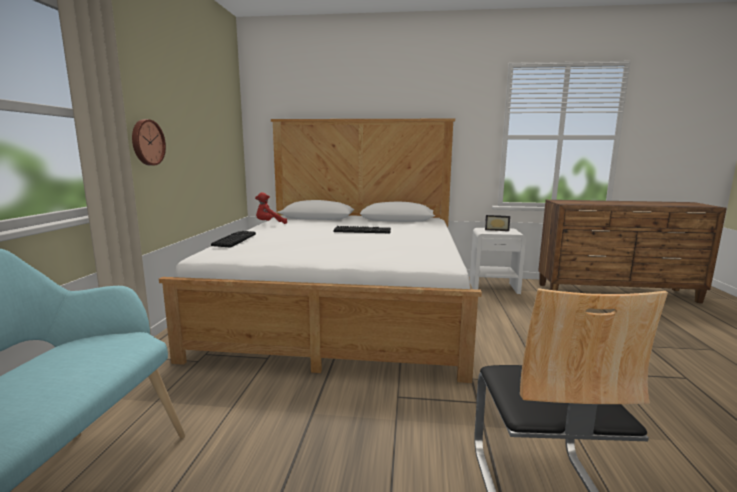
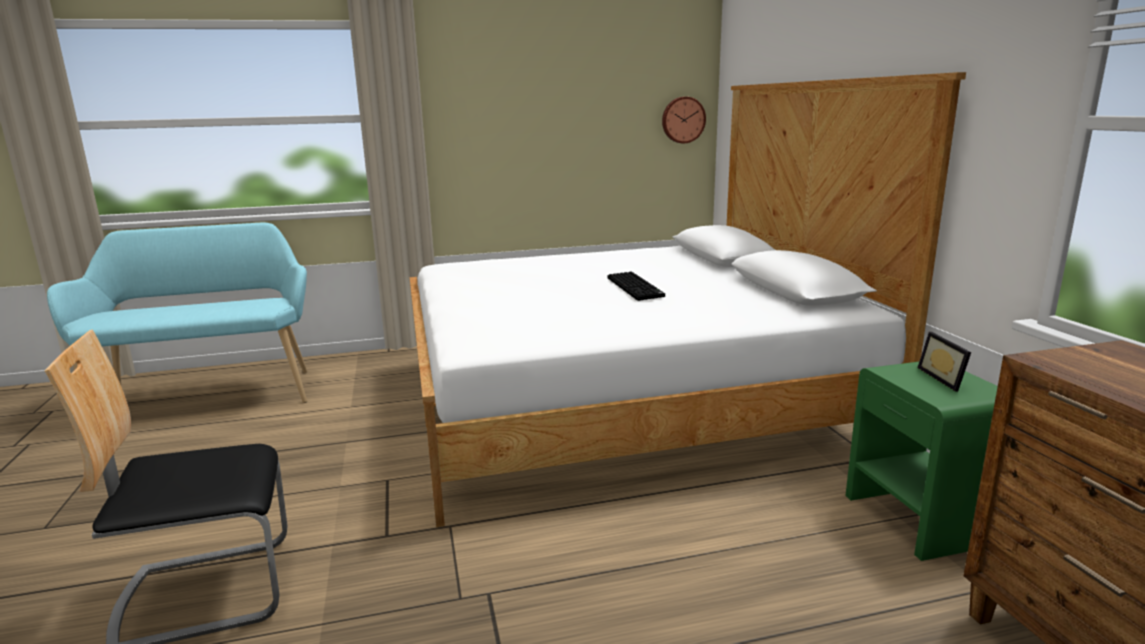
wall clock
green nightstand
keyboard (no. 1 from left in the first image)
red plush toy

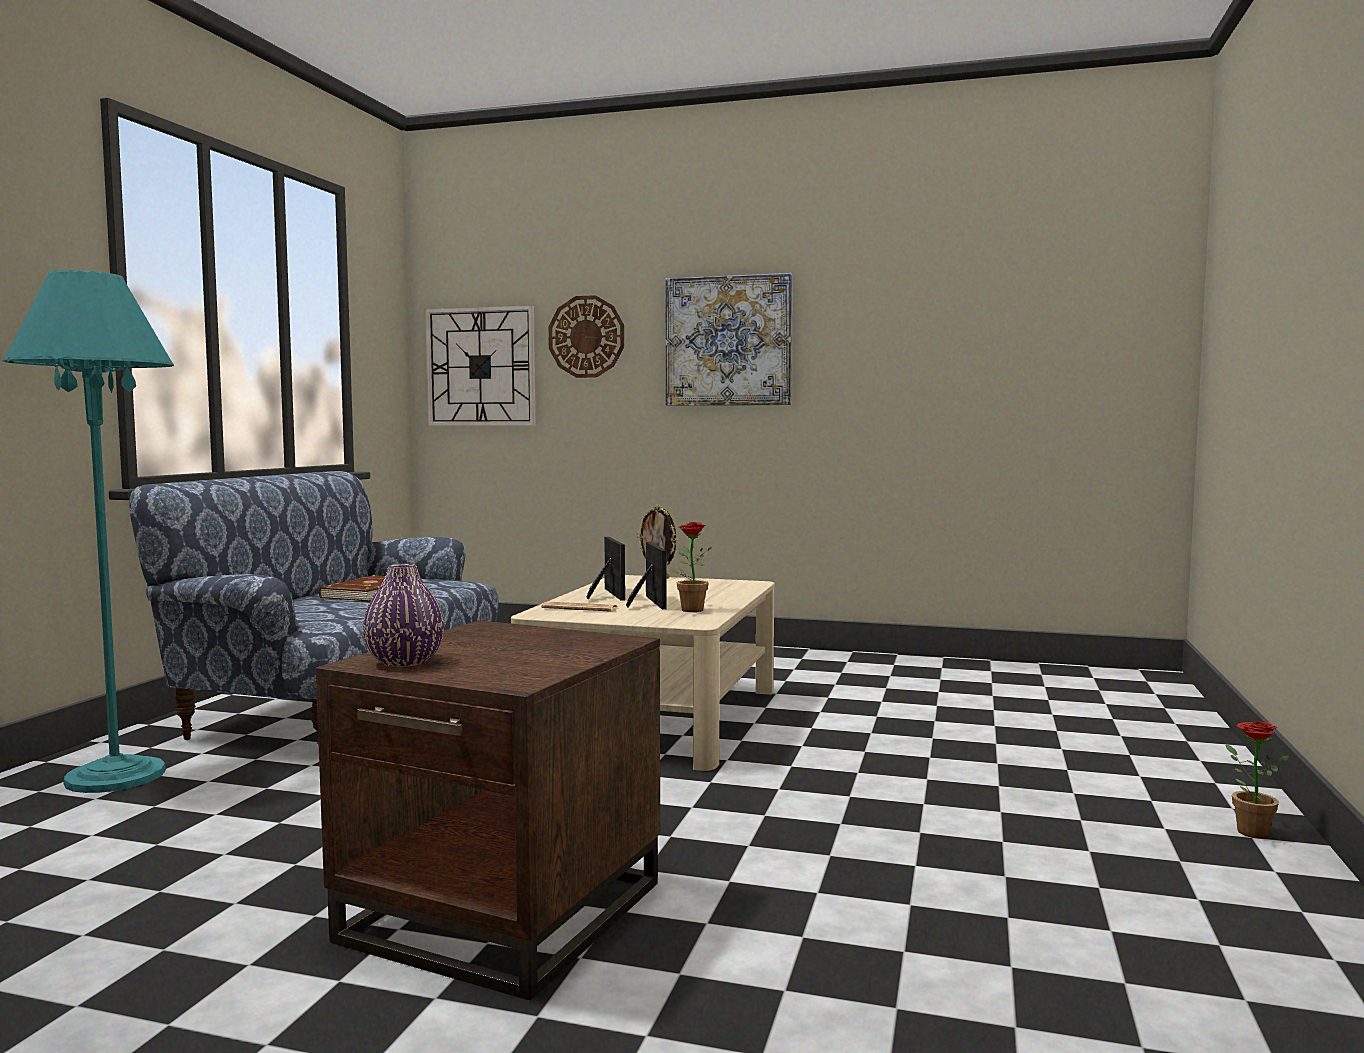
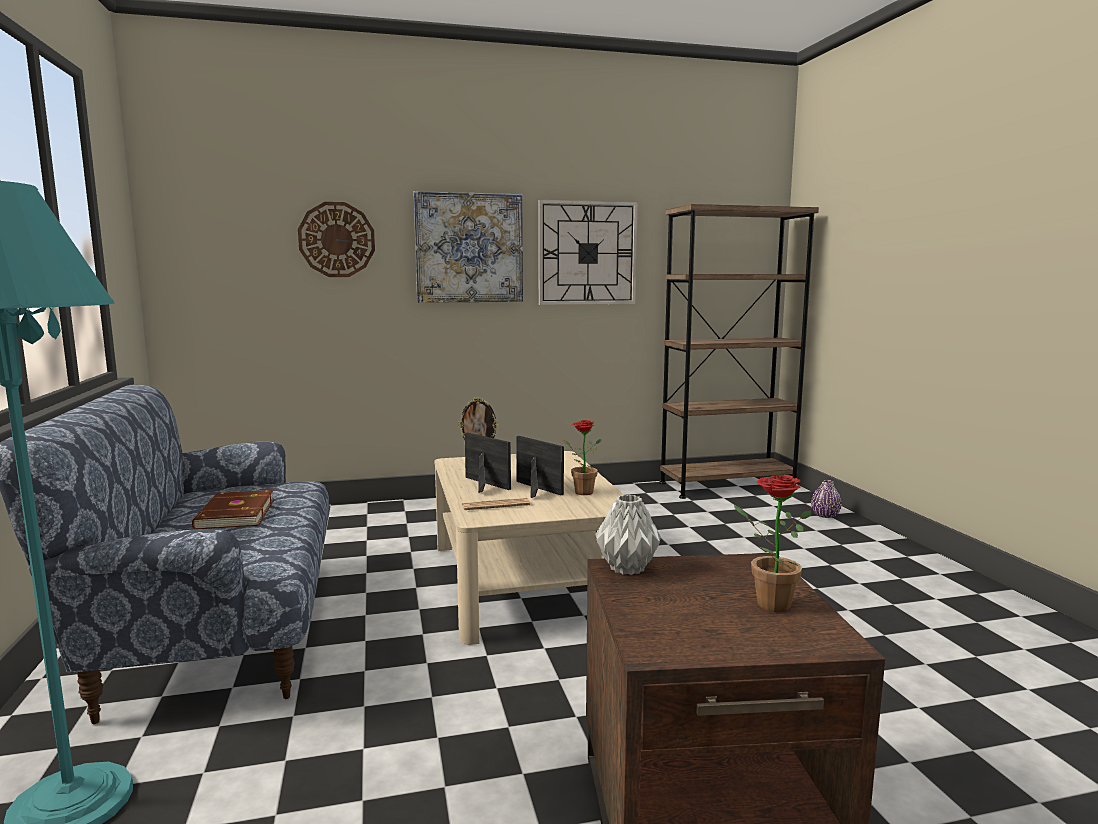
wall clock (no. 2 from left)
grey vase
brown bookcase
potted plant (no. 2 from left)
purple vase

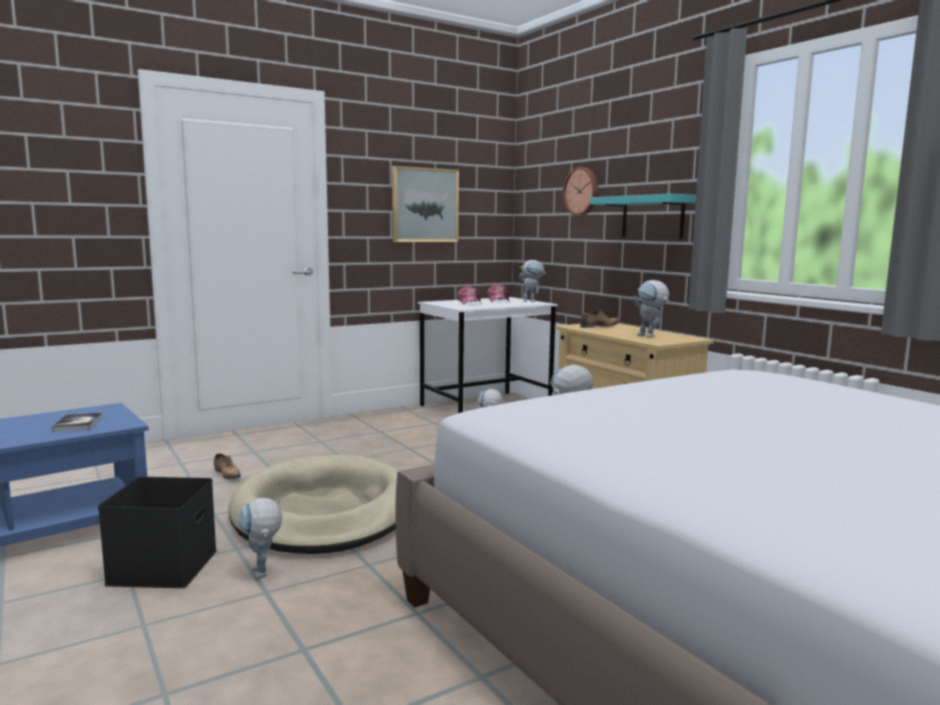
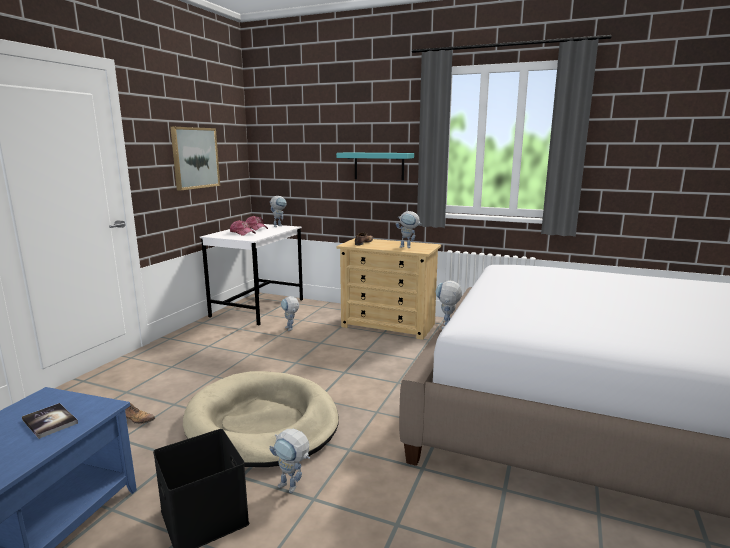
wall clock

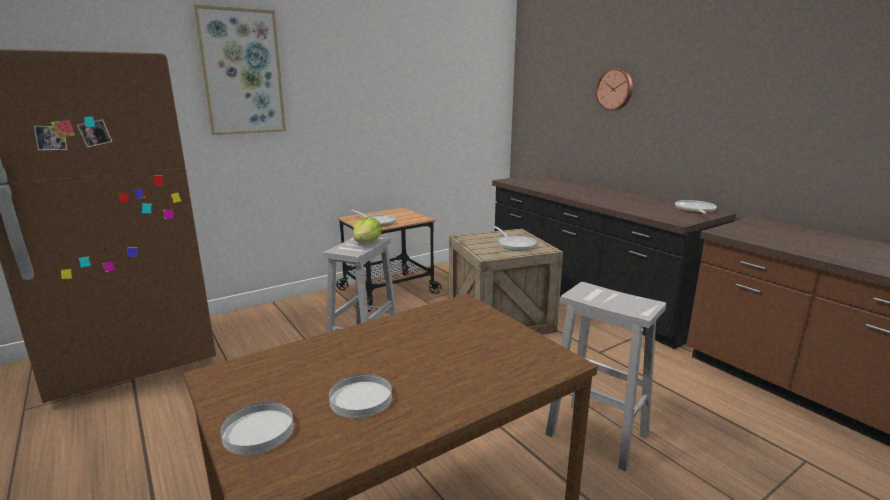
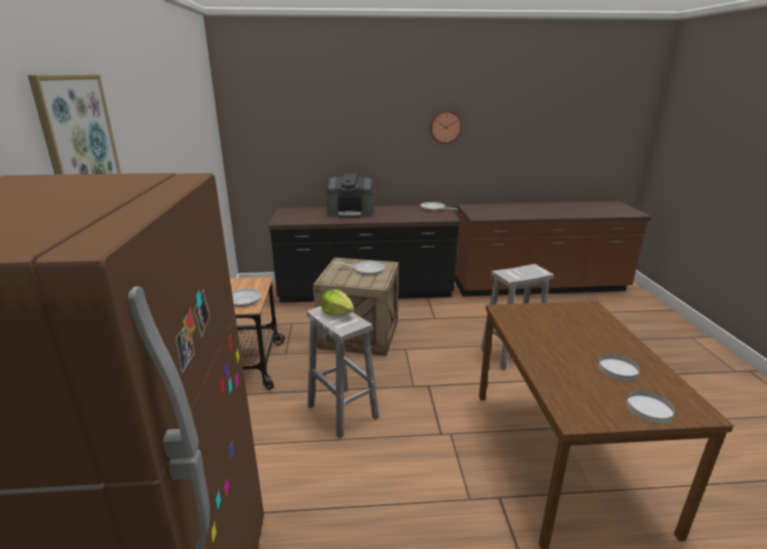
coffee machine
wall clock

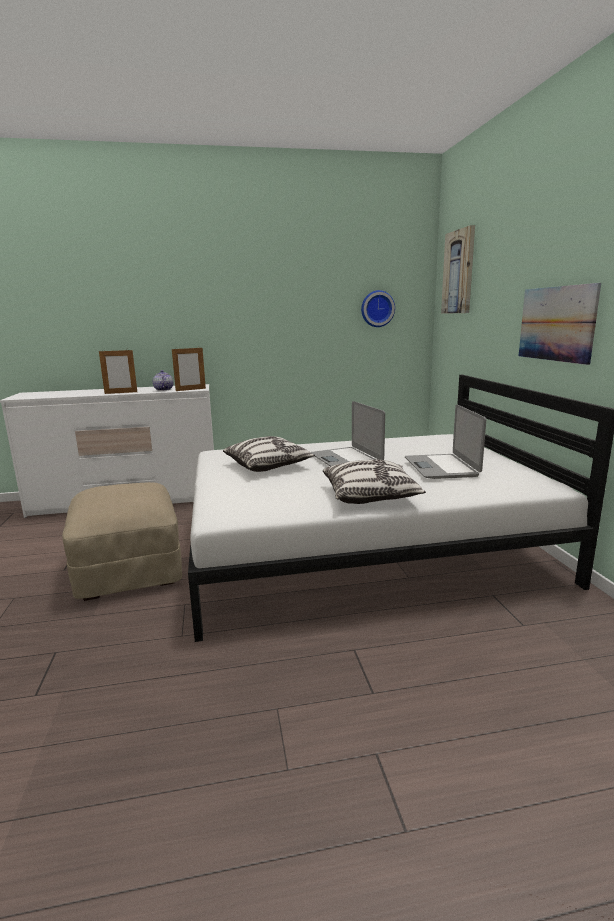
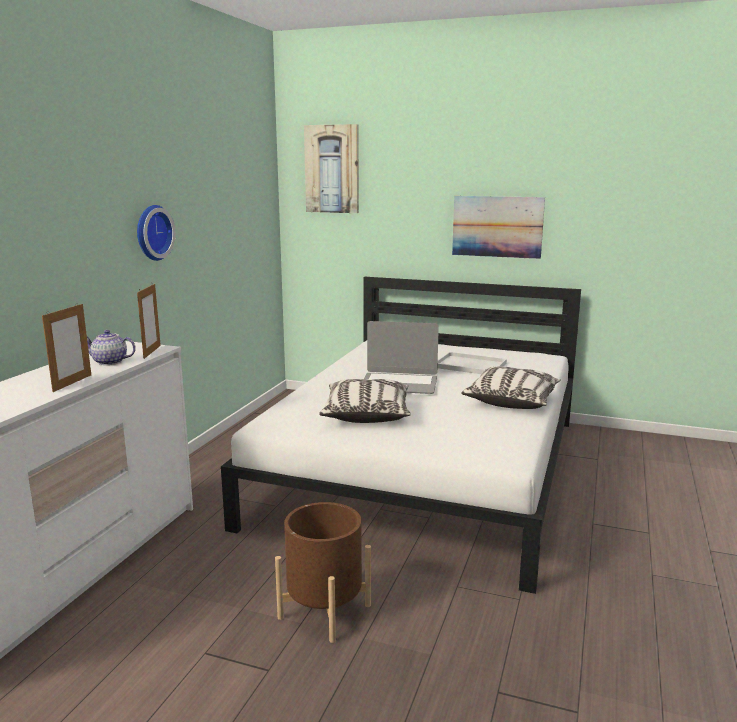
wall clock
brown planter
white tray

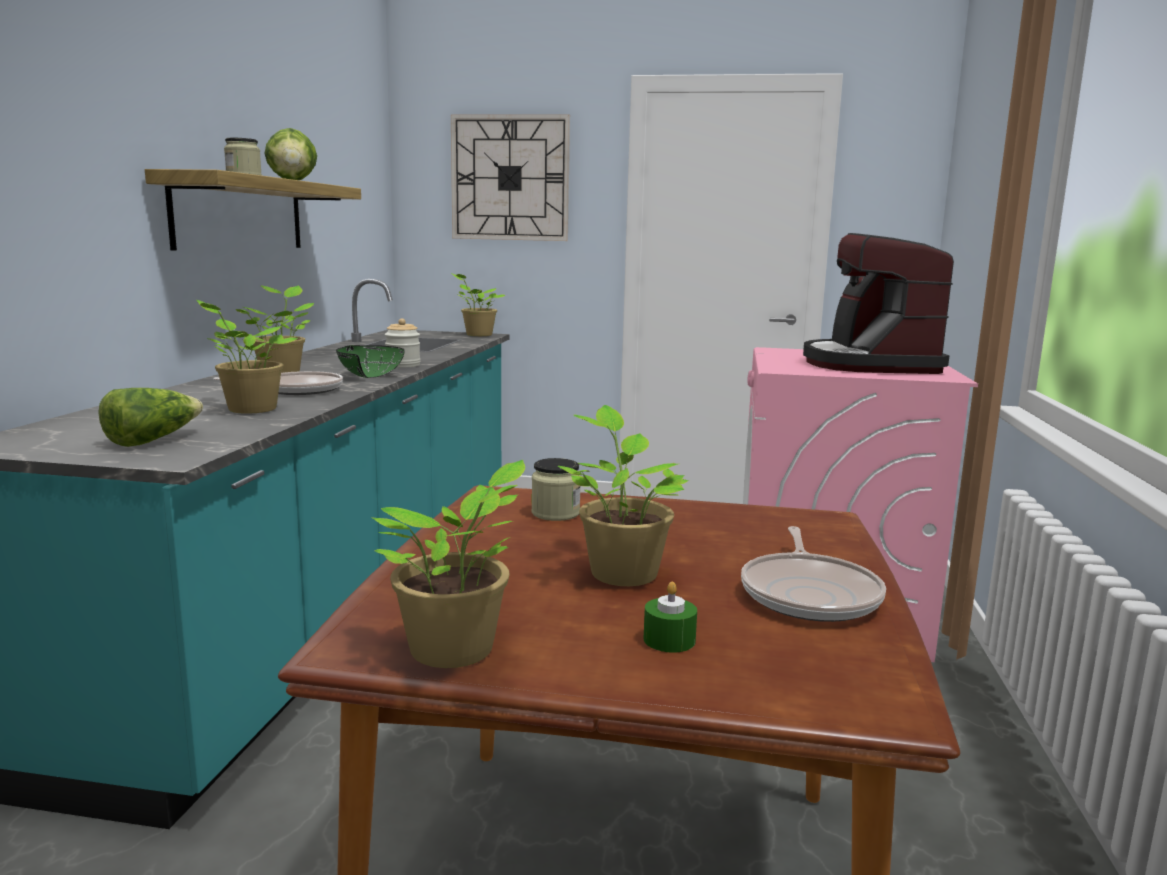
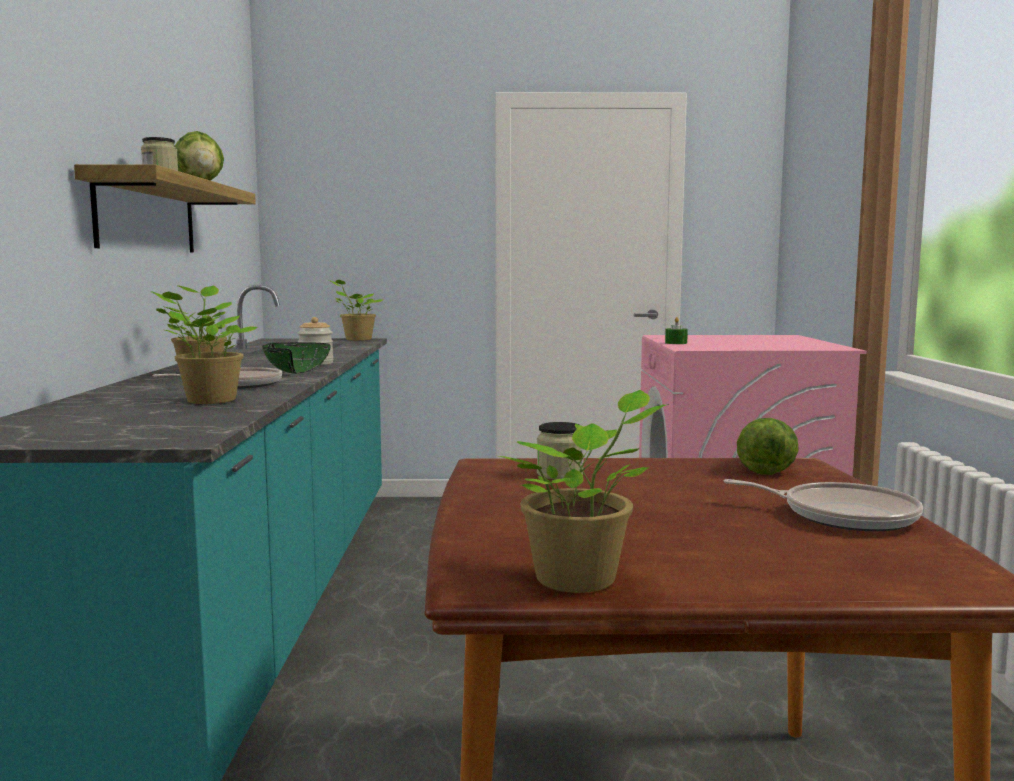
green candle
frying pan (no. 2 from left)
lettuce (no. 2 from left)
wall clock
potted plant (no. 5 from left in the first image)
coffee machine

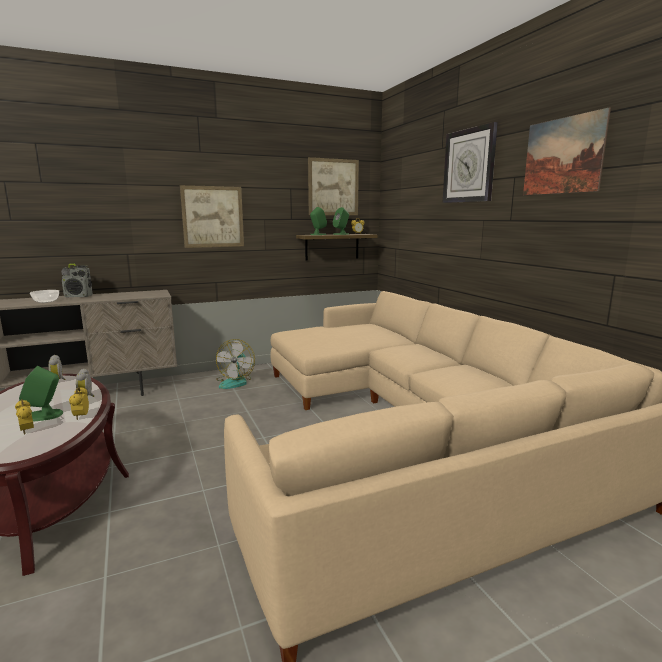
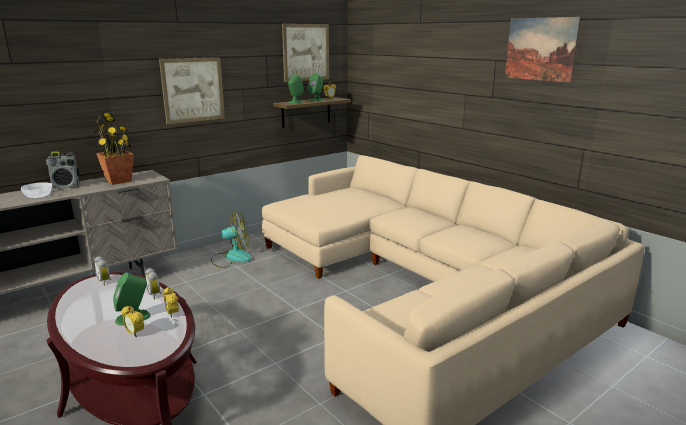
potted plant
fan
wall clock

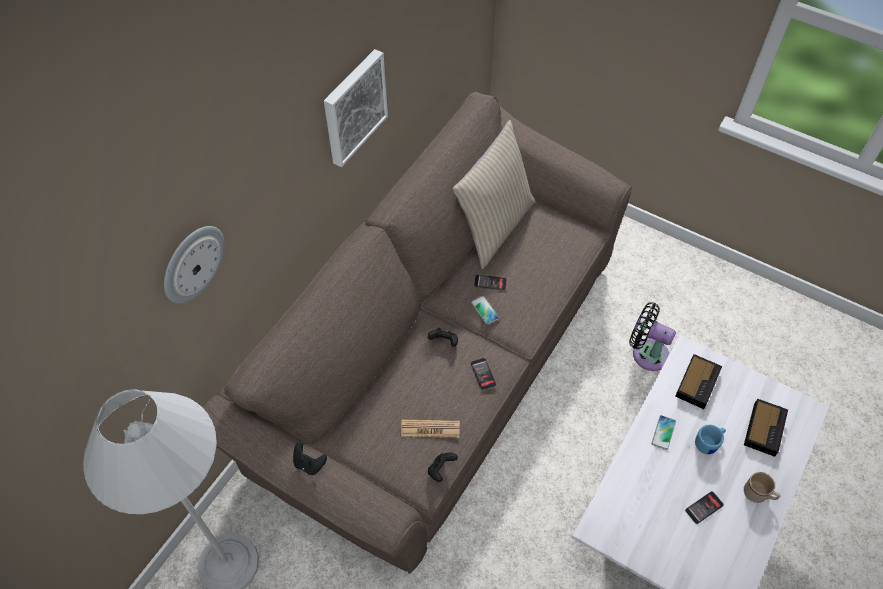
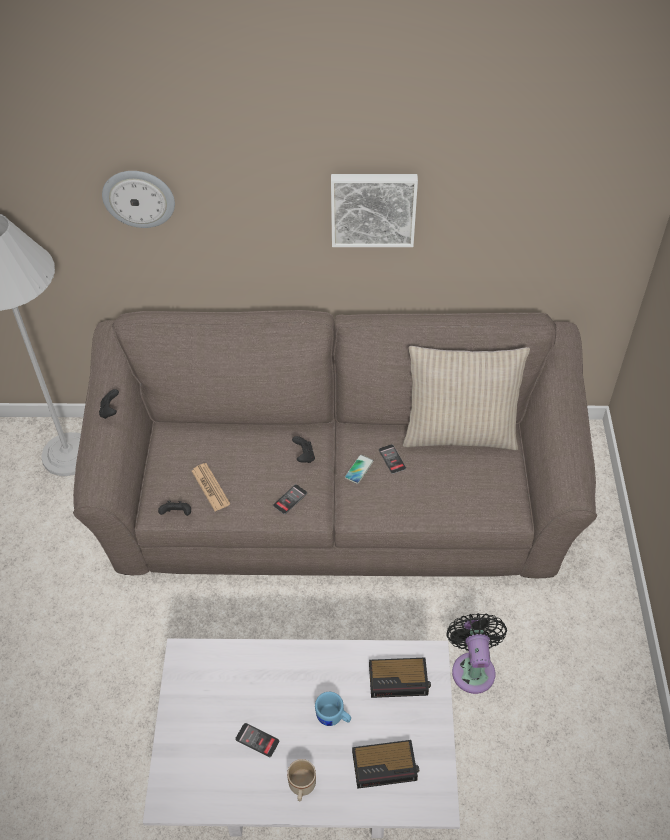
phone (no. 4 from left in the first image)

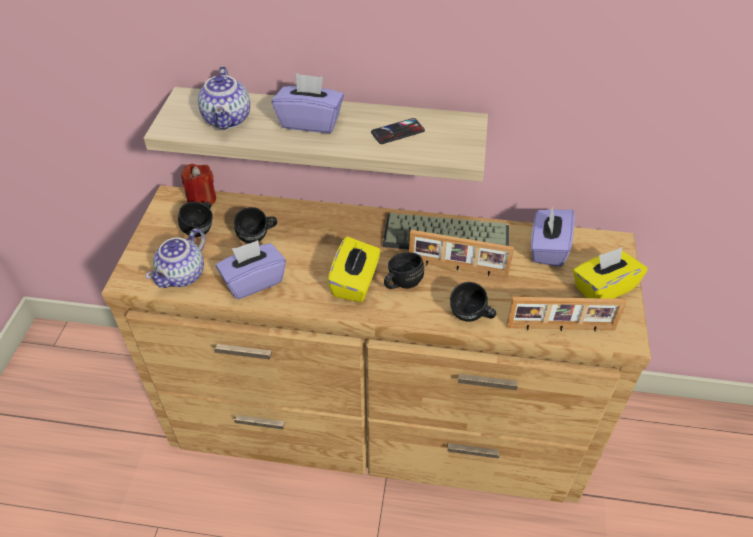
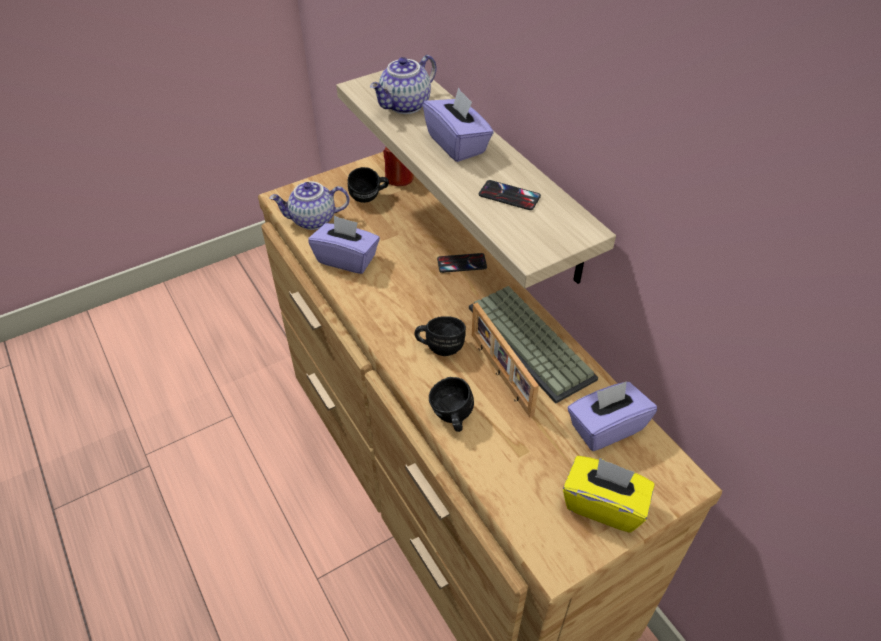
phone (no. 1 from left)
black mug (no. 2 from left in the first image)
yellow tissue box (no. 1 from left in the first image)
picture frame (no. 2 from left in the first image)

